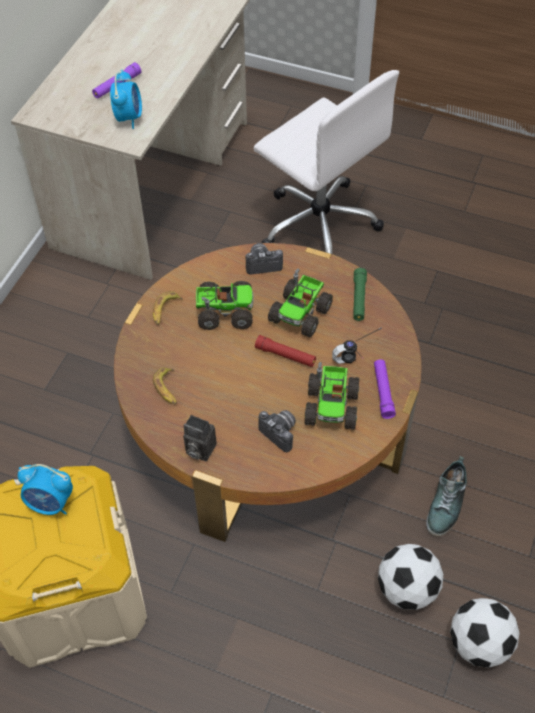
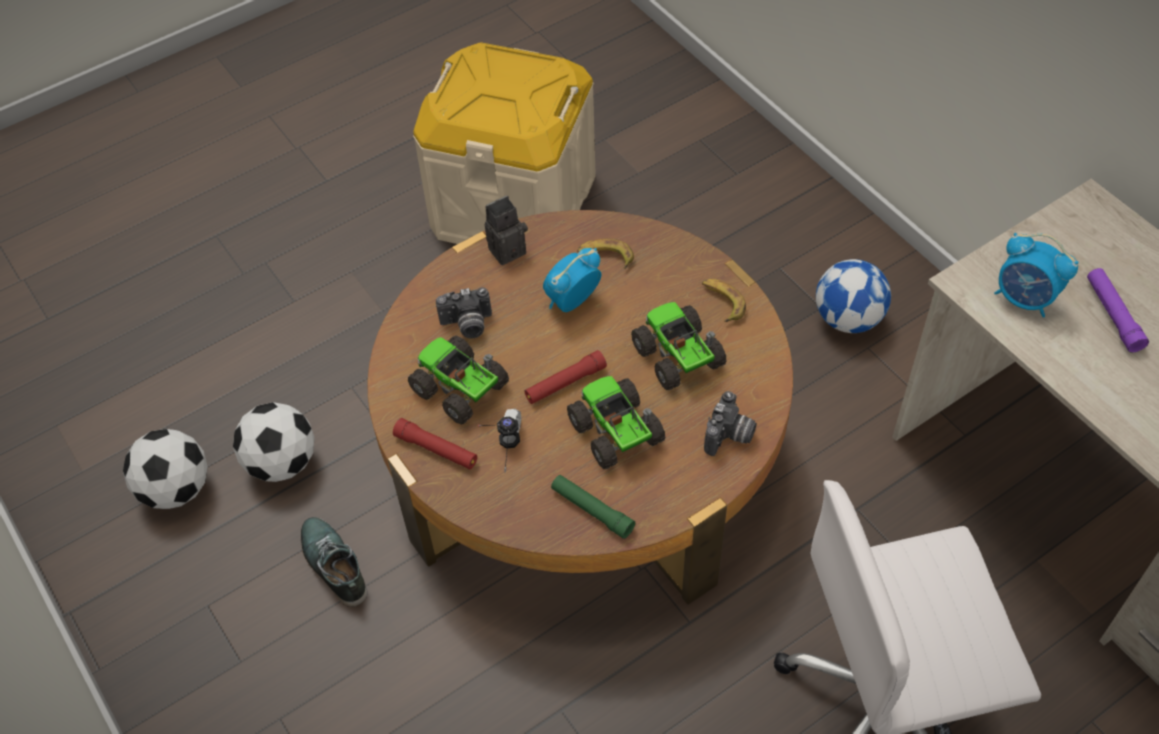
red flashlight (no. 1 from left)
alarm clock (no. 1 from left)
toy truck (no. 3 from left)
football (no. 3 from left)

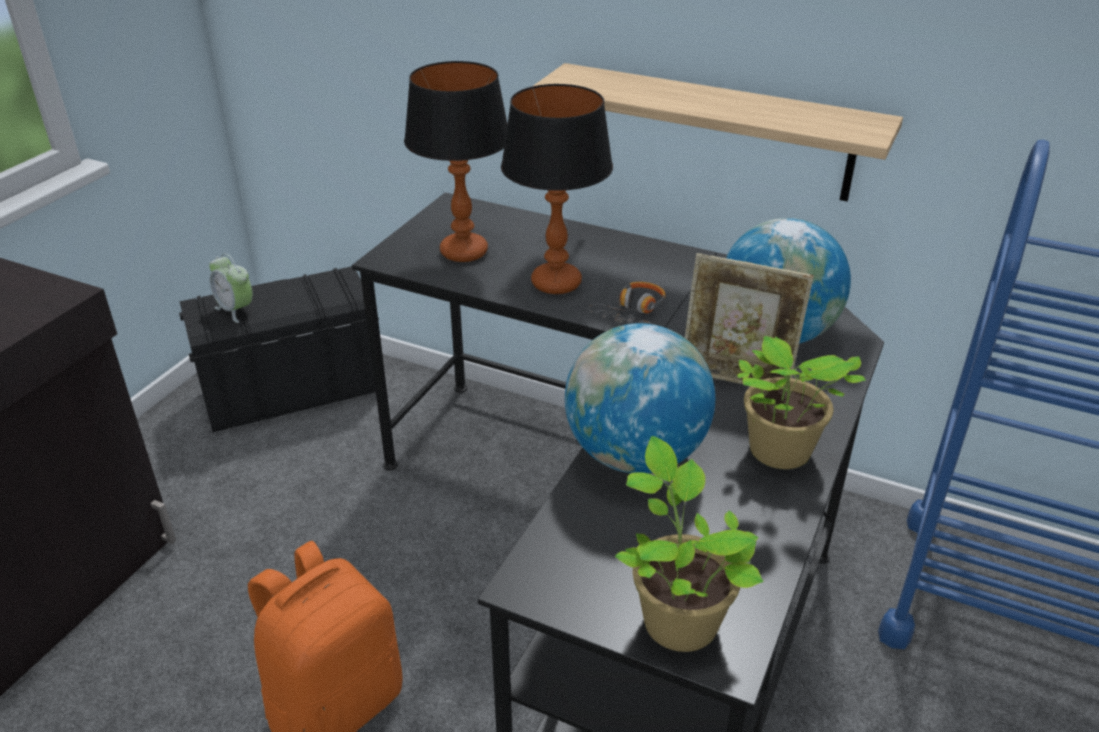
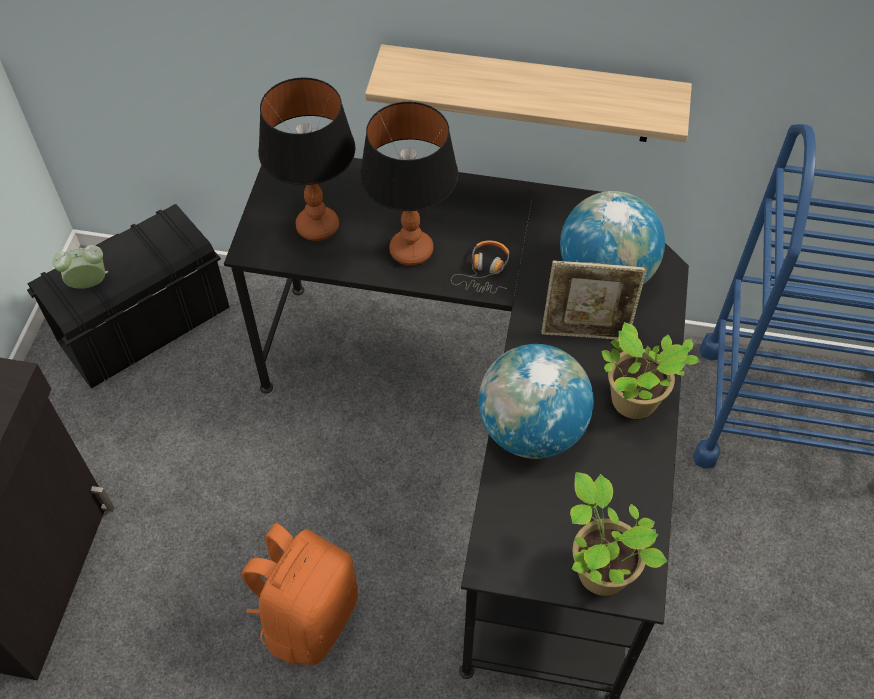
alarm clock

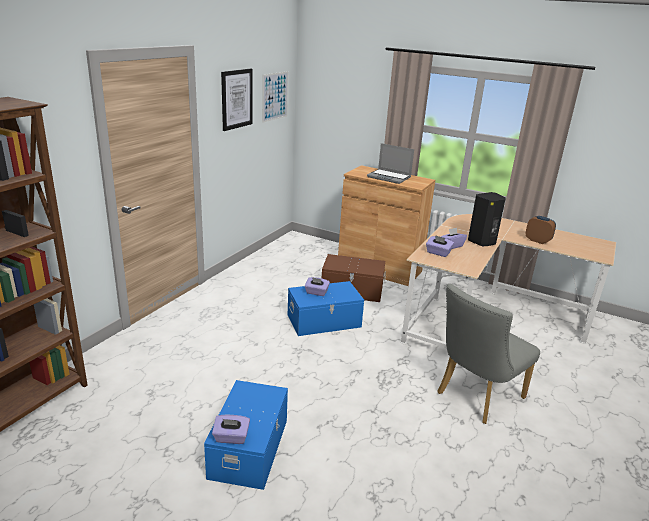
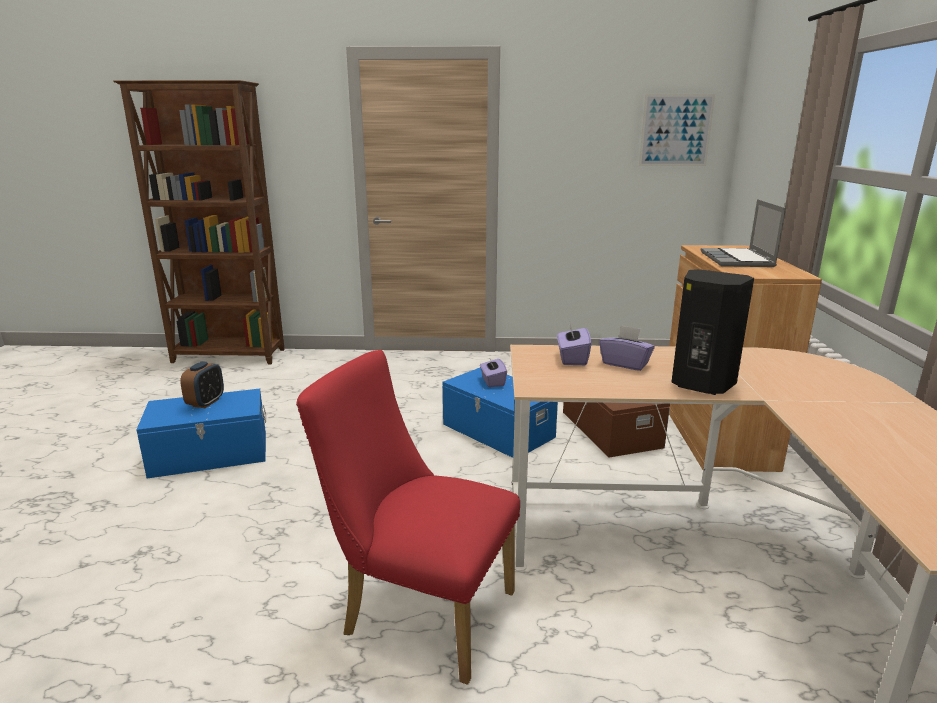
alarm clock
red chair
purple tissue box (no. 1 from left in the first image)
picture (no. 1 from left in the first image)

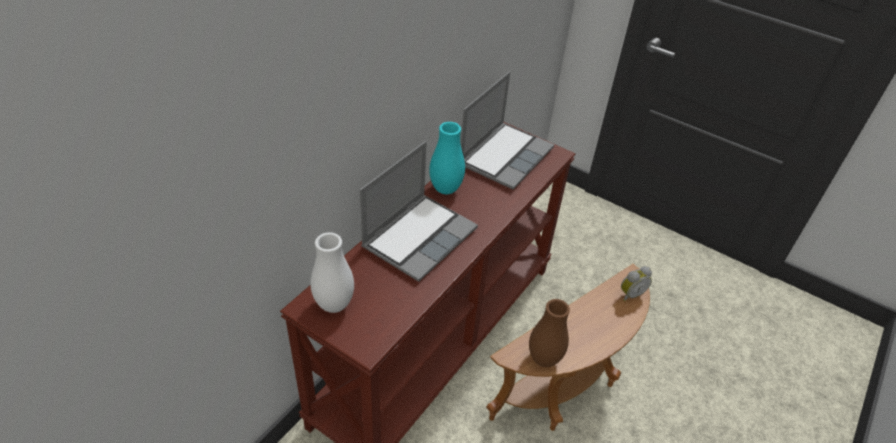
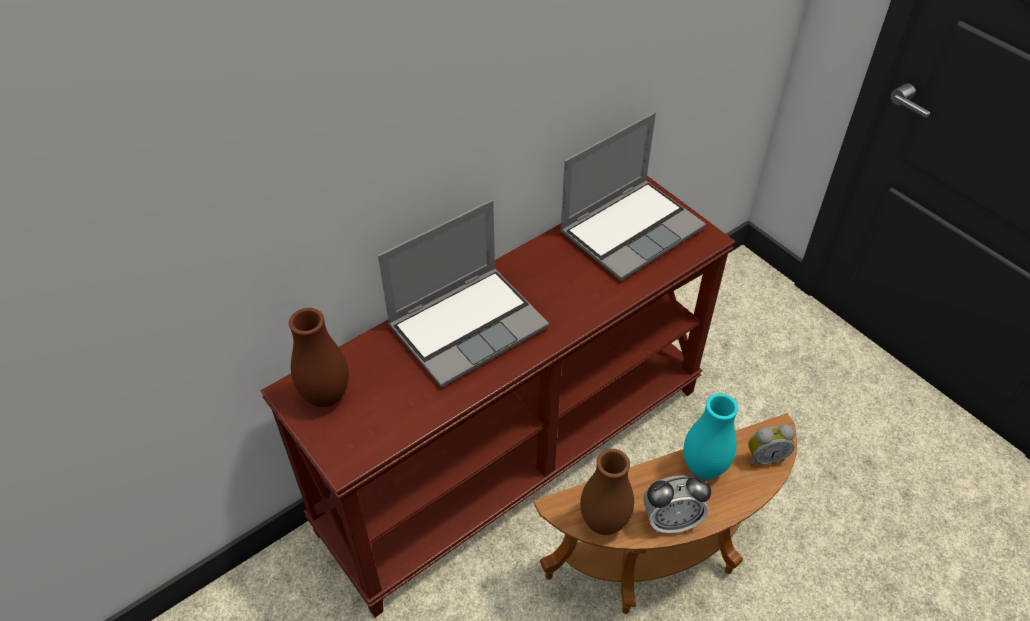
brown vase (no. 1 from left)
alarm clock (no. 1 from left)
turquoise vase

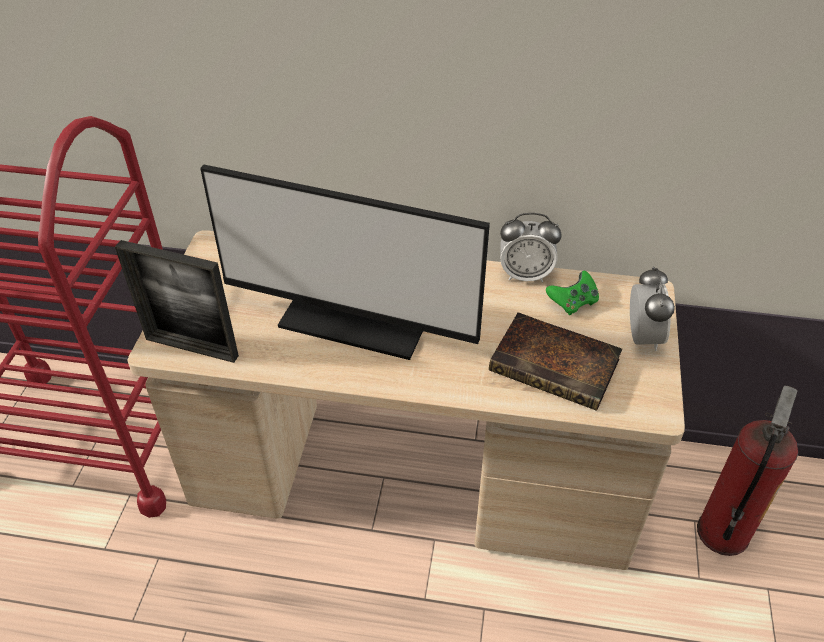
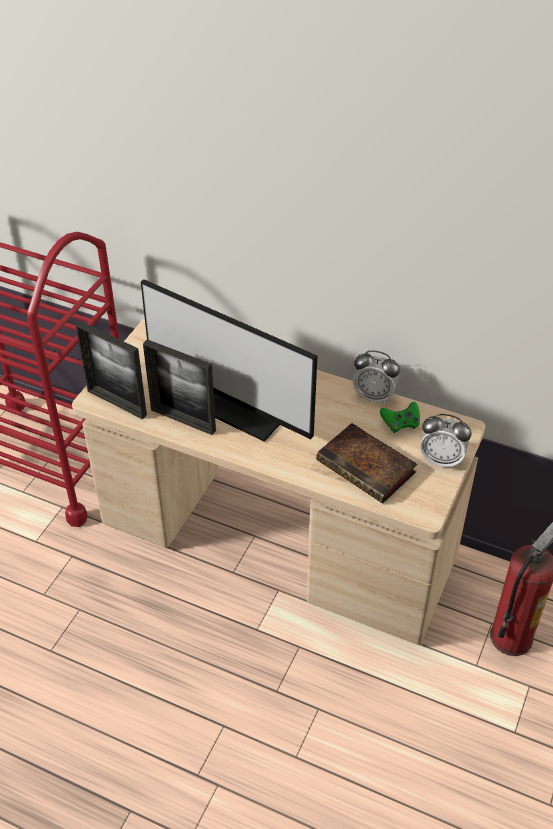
picture frame (no. 2 from left)
alarm clock (no. 2 from left)

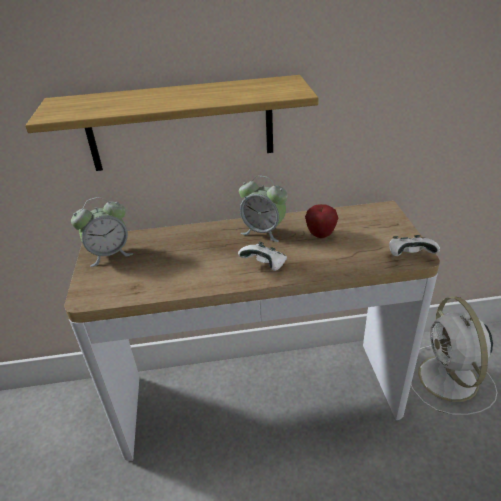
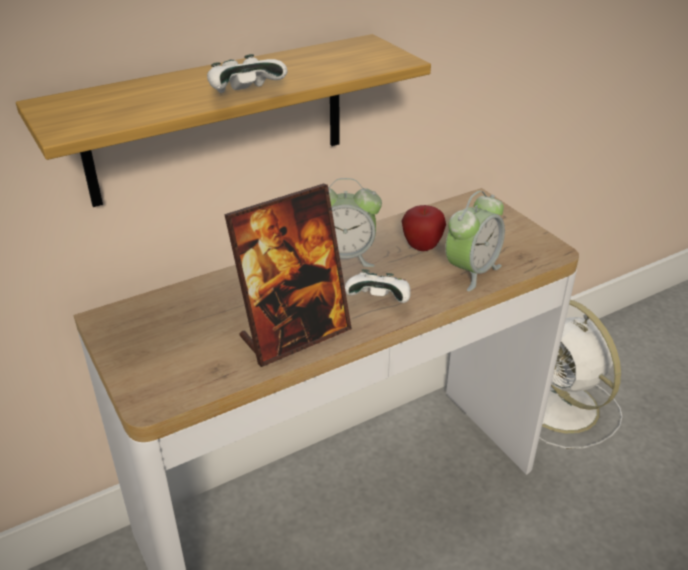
white game controller (no. 1 from left)
picture frame
alarm clock (no. 2 from left)

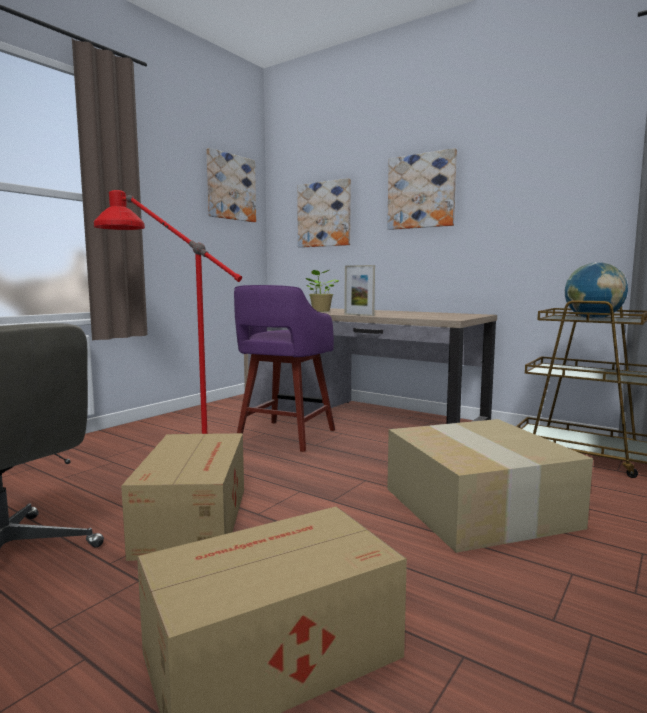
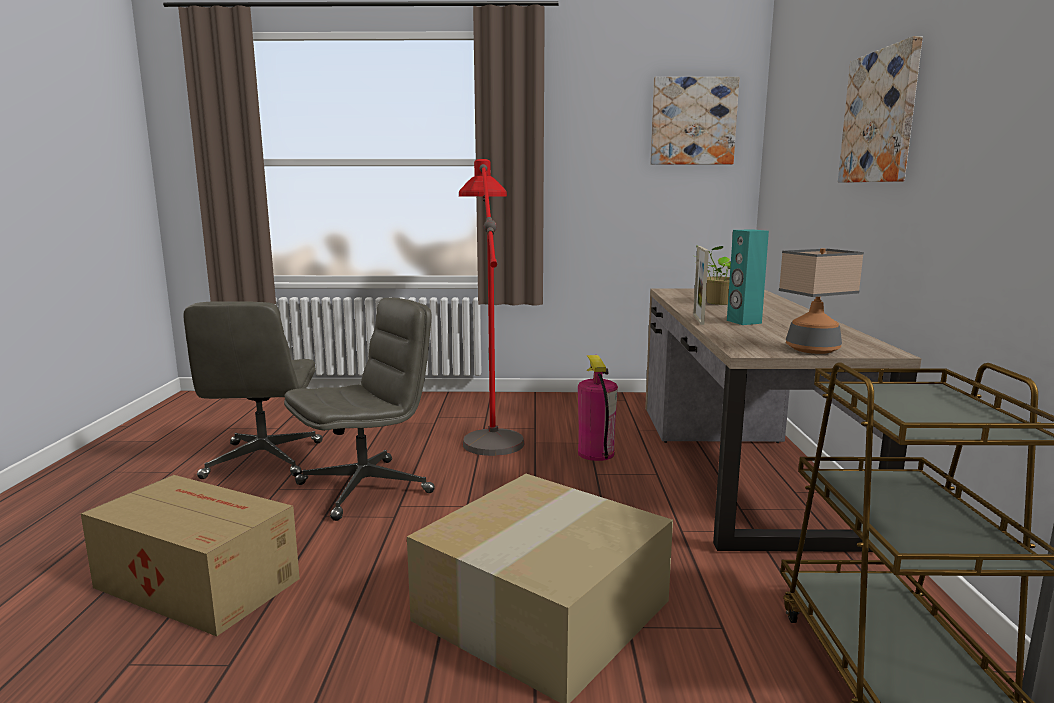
grey office chair (no. 2 from left)
fire extinguisher
turquoise speaker
table lamp
picture (no. 2 from left in the first image)
globe

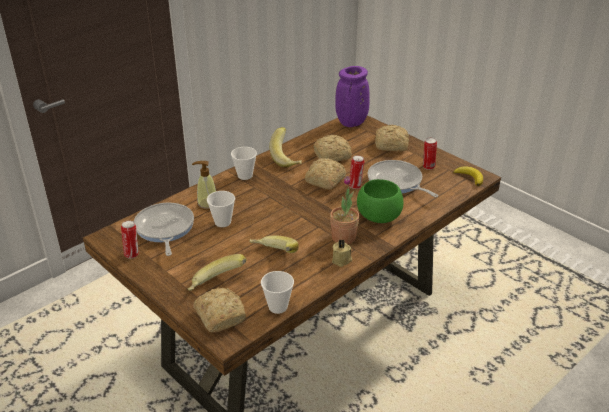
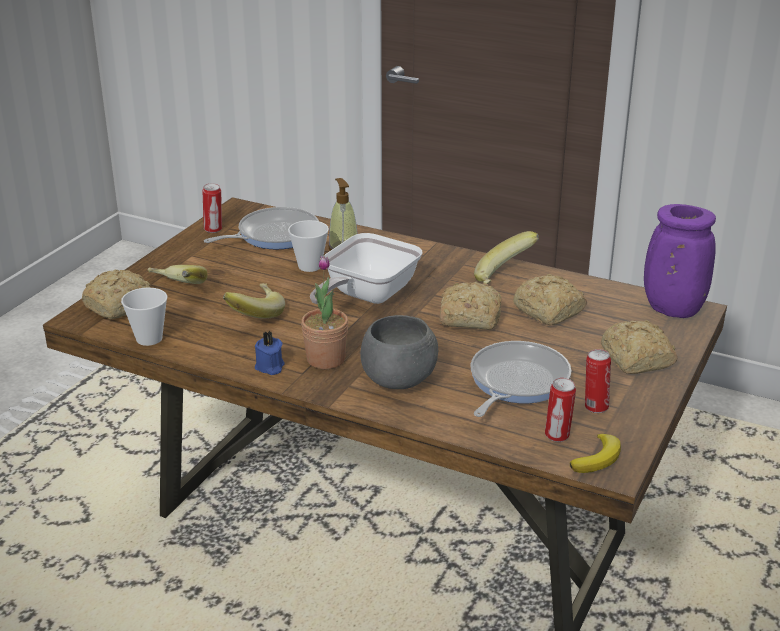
blue candle
frying pan (no. 2 from left)
grey bowl
can (no. 2 from left)
cup (no. 2 from left in the first image)

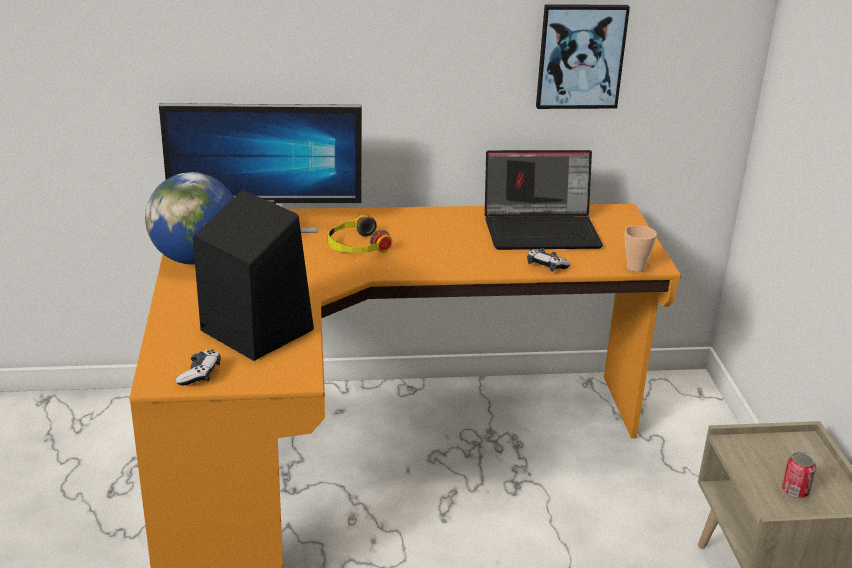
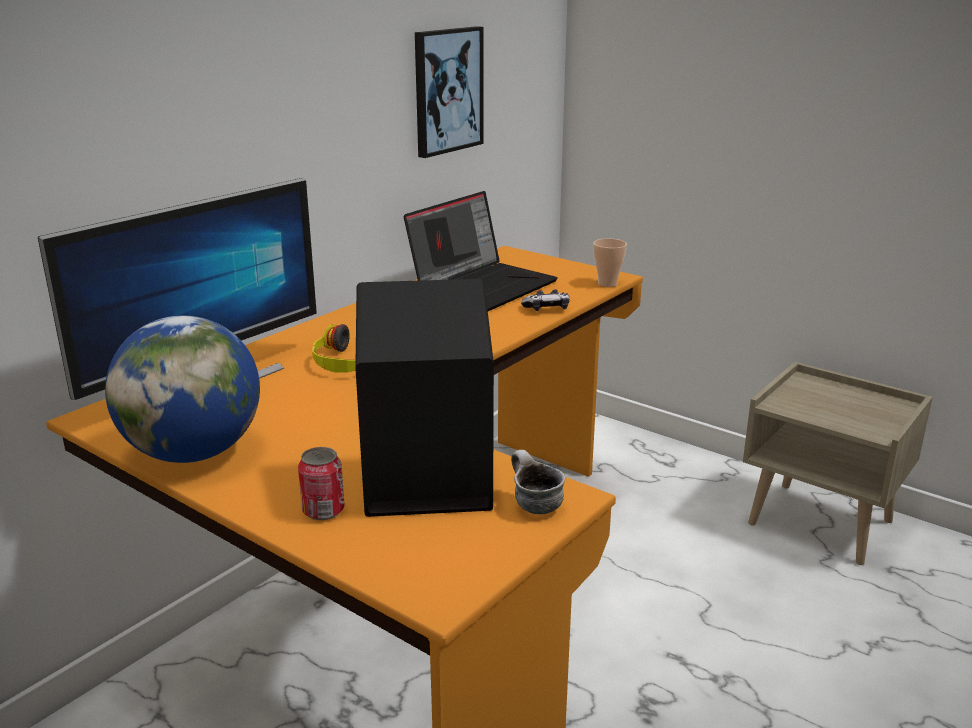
can
mug
game controller (no. 1 from left in the first image)

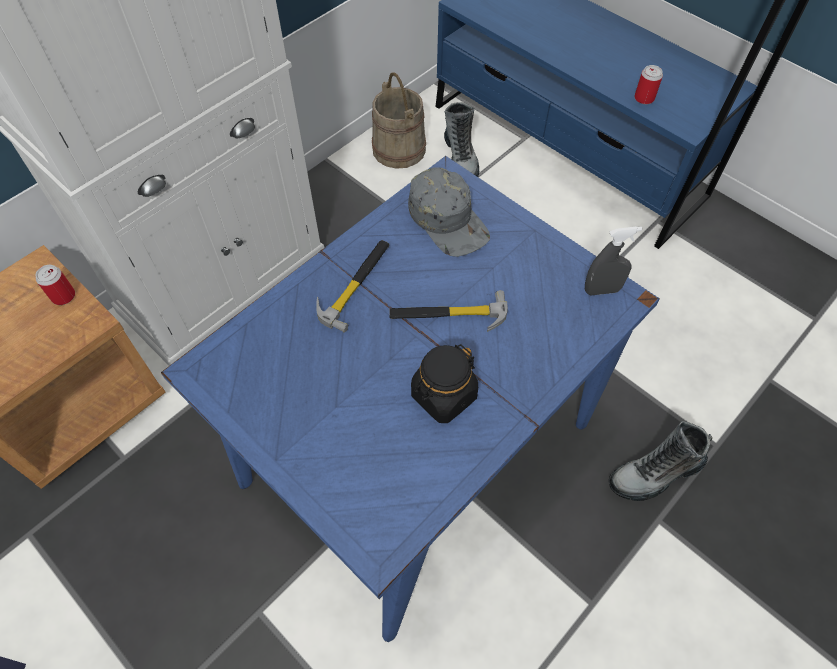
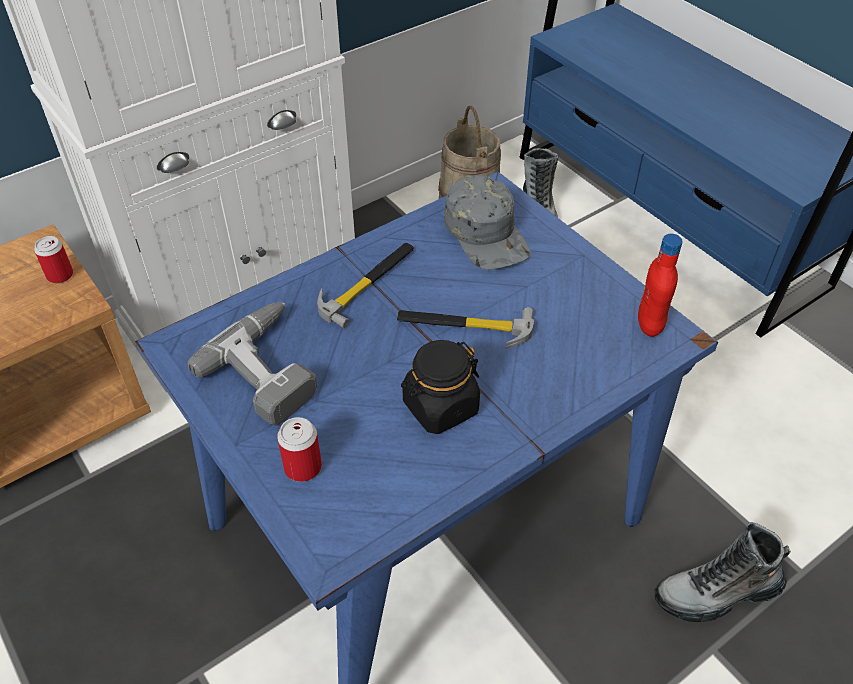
power drill
can (no. 2 from left)
red bottle

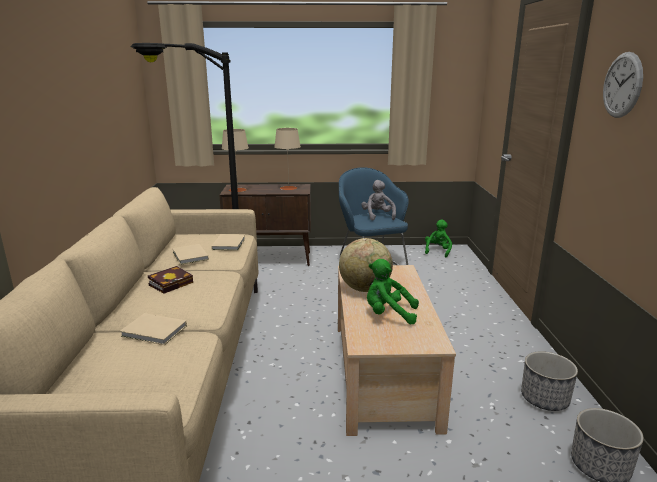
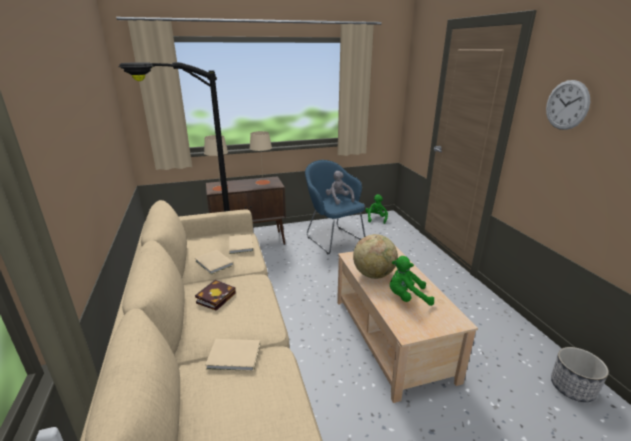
planter (no. 1 from left in the first image)

